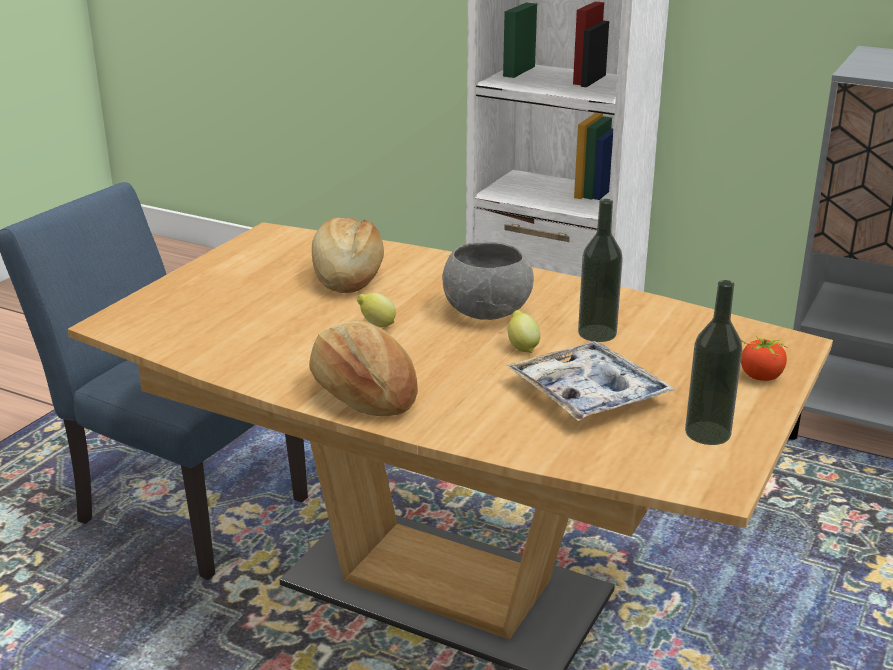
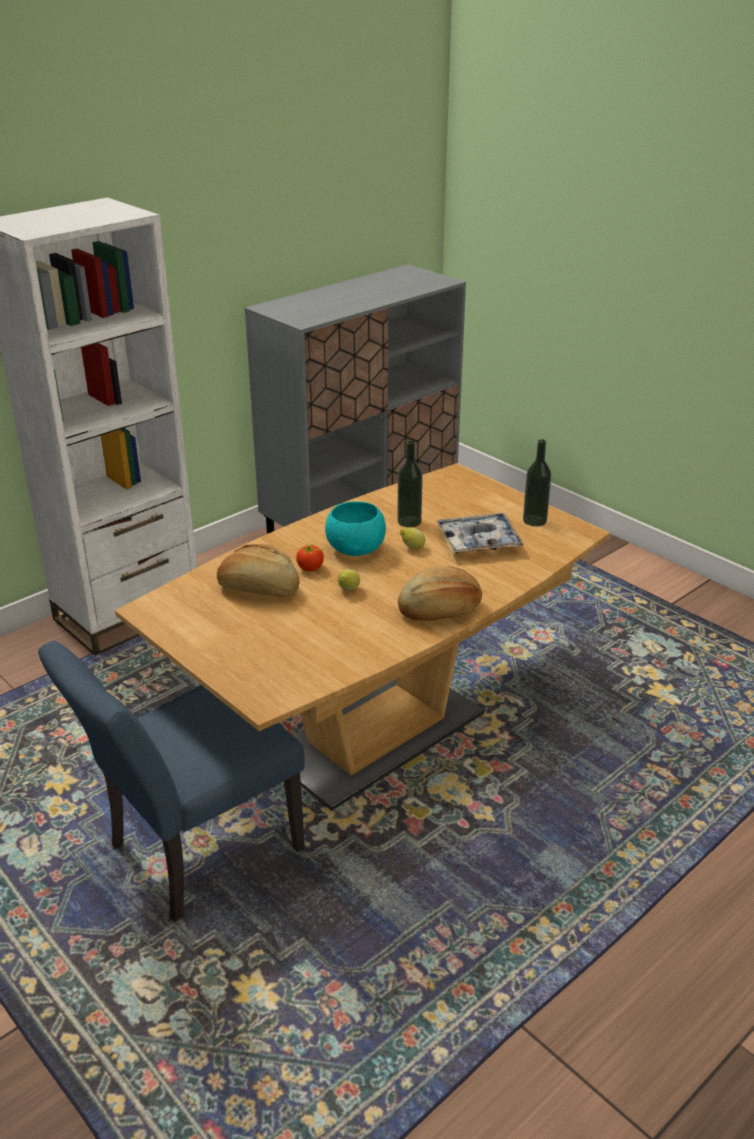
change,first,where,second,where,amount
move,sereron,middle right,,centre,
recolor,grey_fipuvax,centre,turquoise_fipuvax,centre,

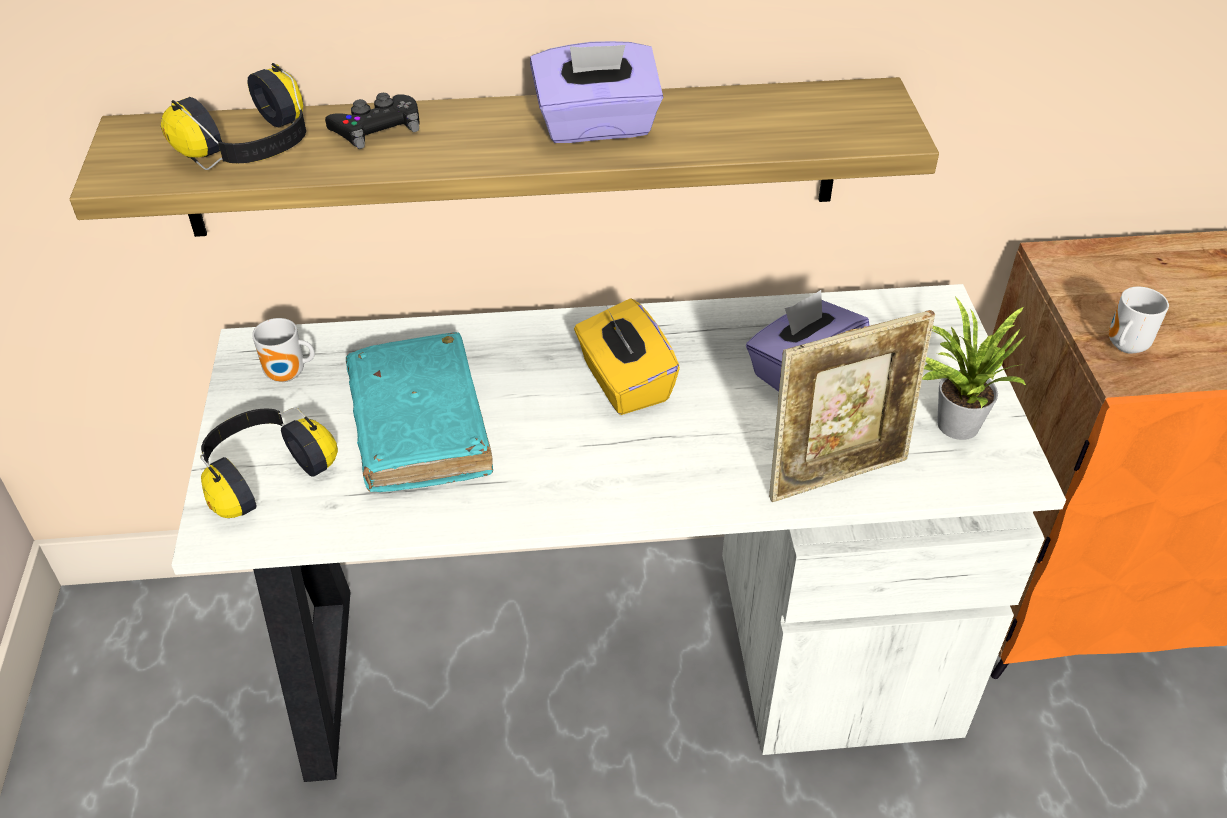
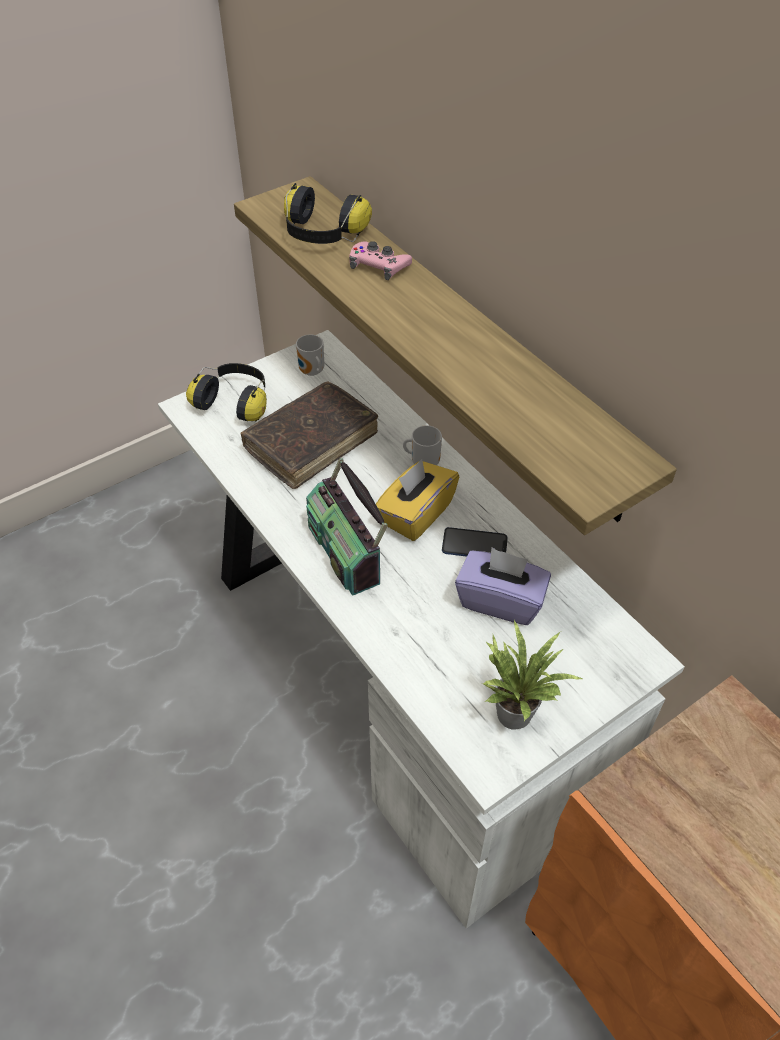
change,first,where,second,where,amount
recolor,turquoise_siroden,centre,brown_siroden,centre,
insert,,,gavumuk,centre,
recolor,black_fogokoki,top left,pink_fogokoki,top centre,
move,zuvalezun (2nd from left),middle right,,centre,
insert,,,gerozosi,centre,
delete,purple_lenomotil (1st from left),top centre,,,
delete,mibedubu,middle right,,,

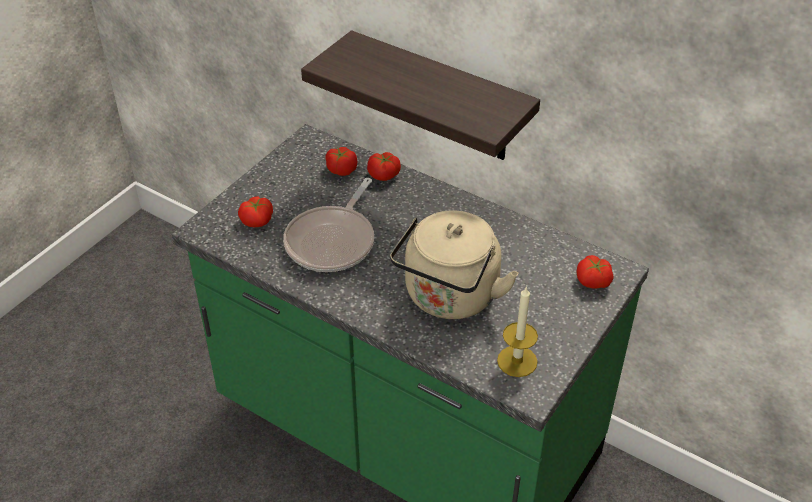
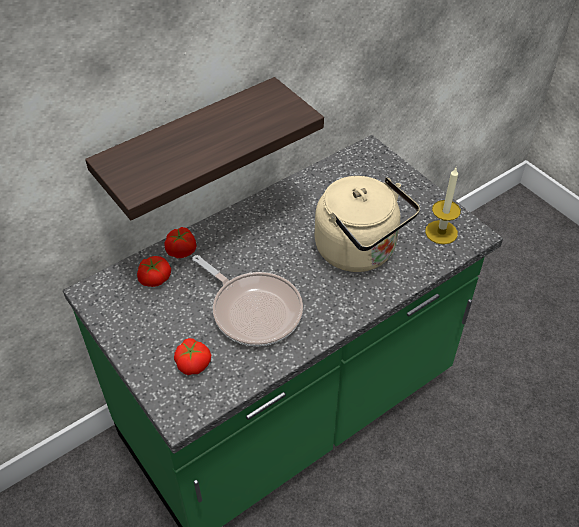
change,first,where,second,where,amount
delete,sereron (4th from left),middle right,,,

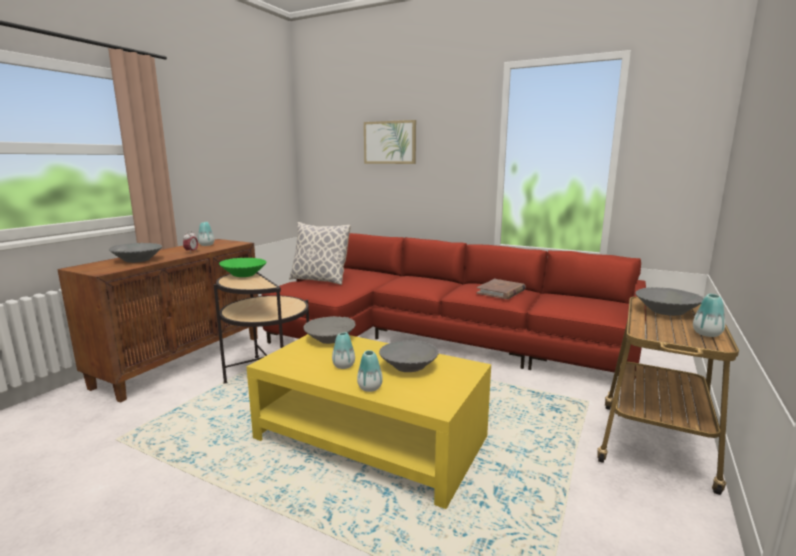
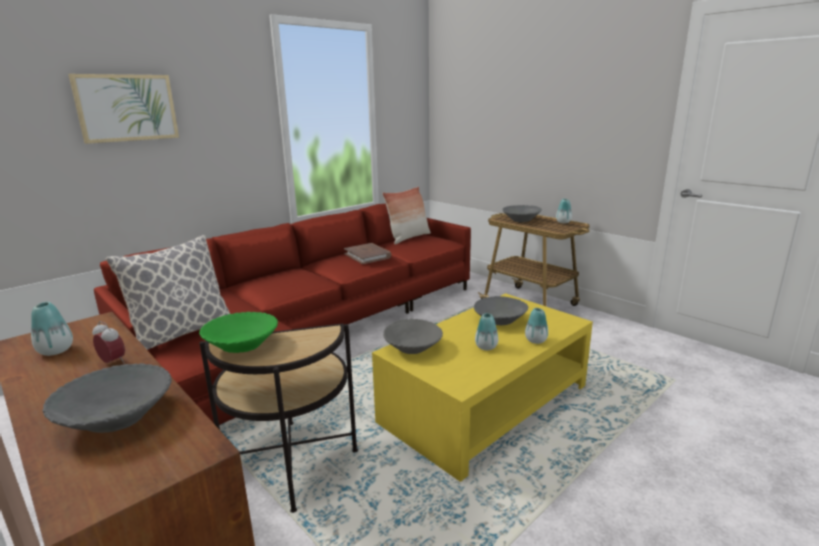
change,first,where,second,where,amount
insert,,,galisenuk (2nd from left),centre,

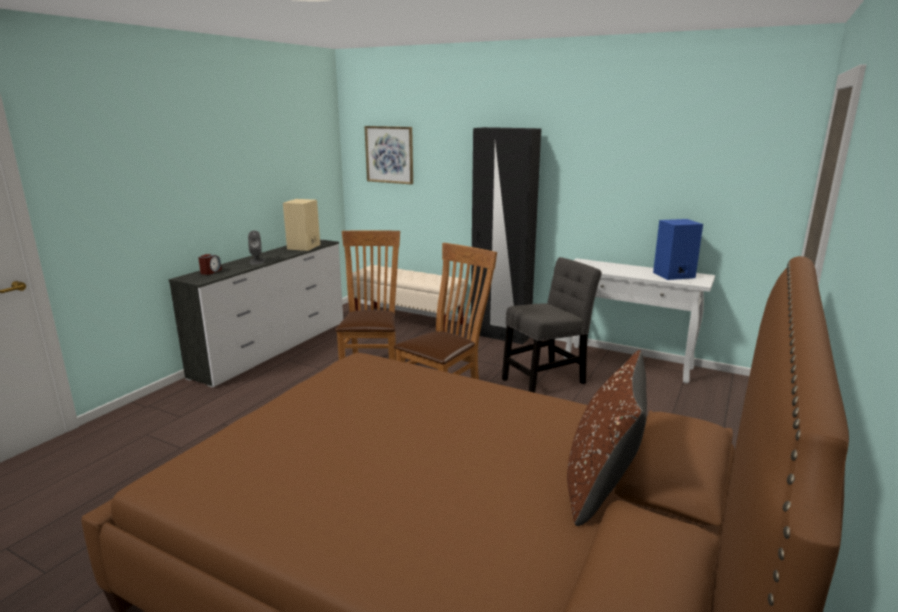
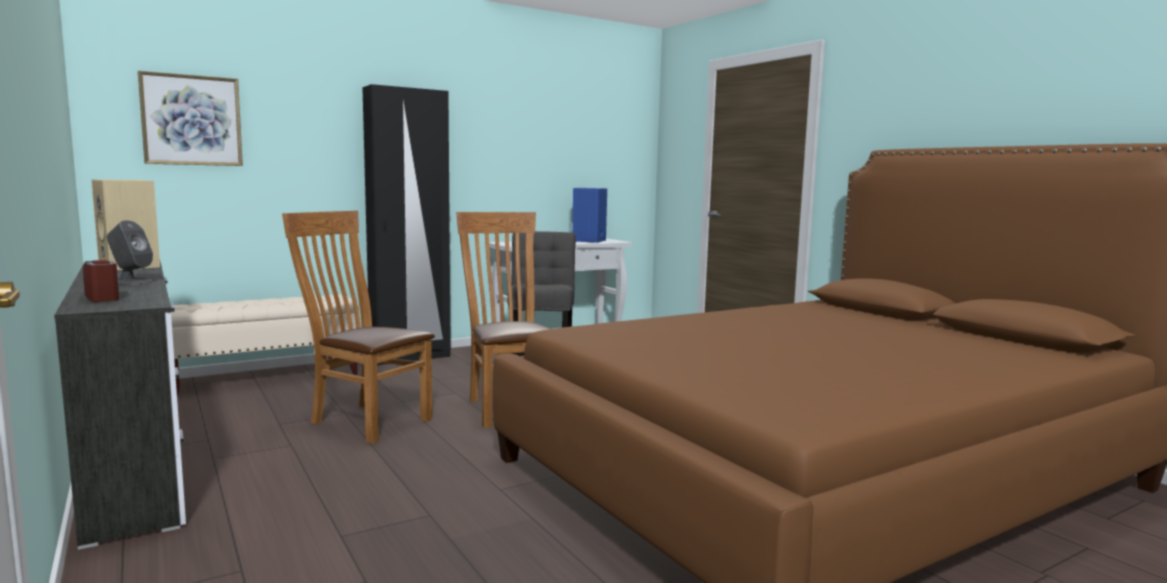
change,first,where,second,where,amount
delete,brown_galisenuk,bottom right,,,

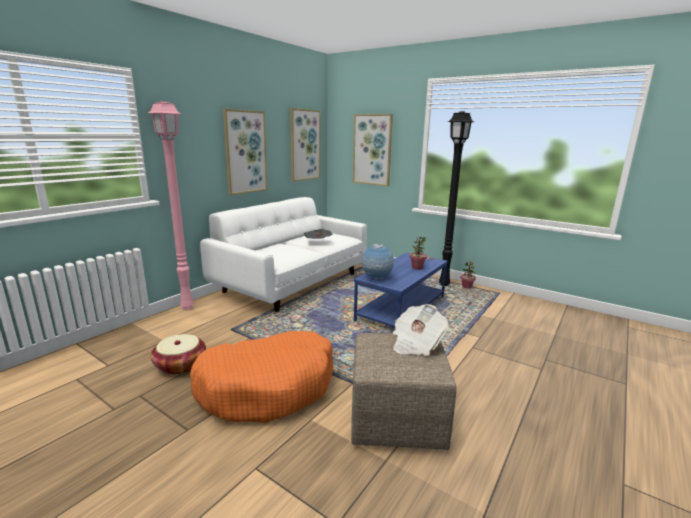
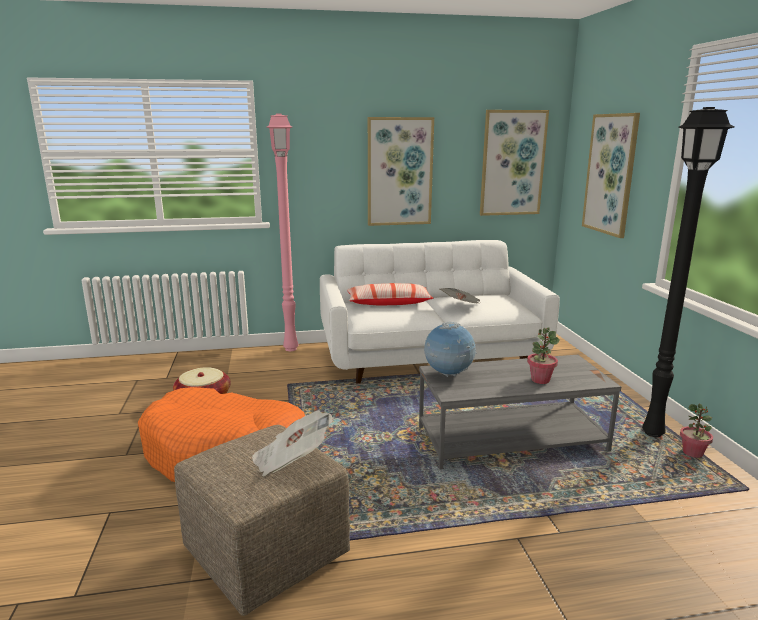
change,first,where,second,where,amount
insert,,,galisenuk,centre,
recolor,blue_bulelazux,centre,grey_bulelazux,middle right,

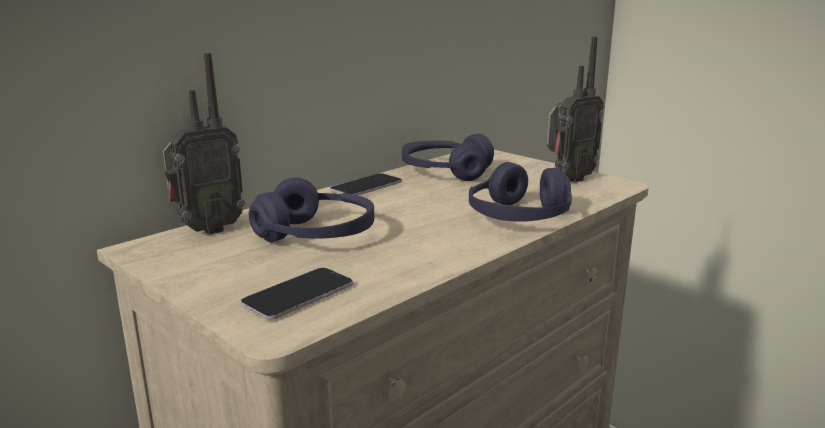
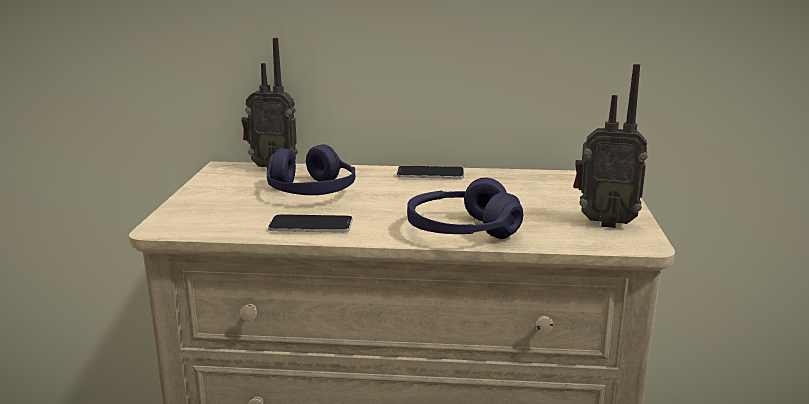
change,first,where,second,where,amount
move,gerozosi (1st from left),bottom centre,,centre,
delete,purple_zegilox (2nd from left),centre,,,

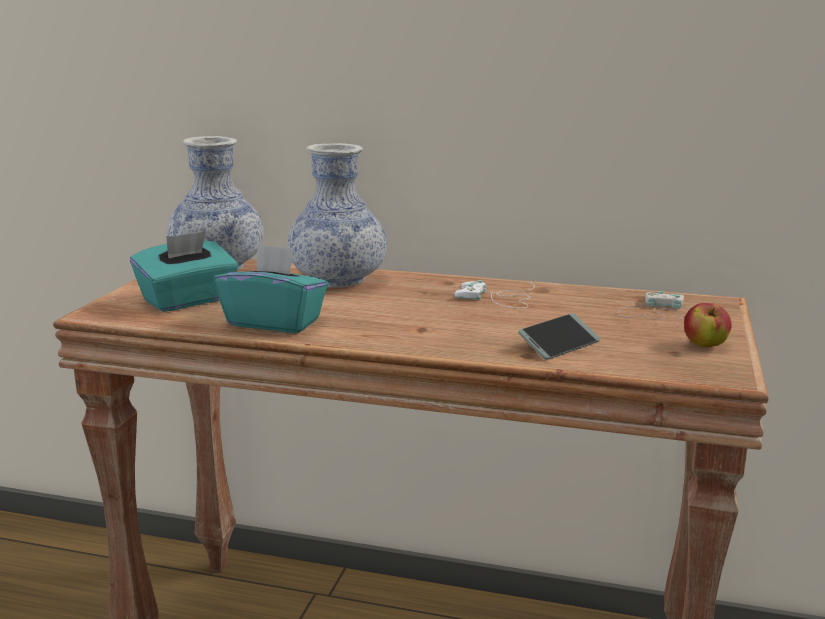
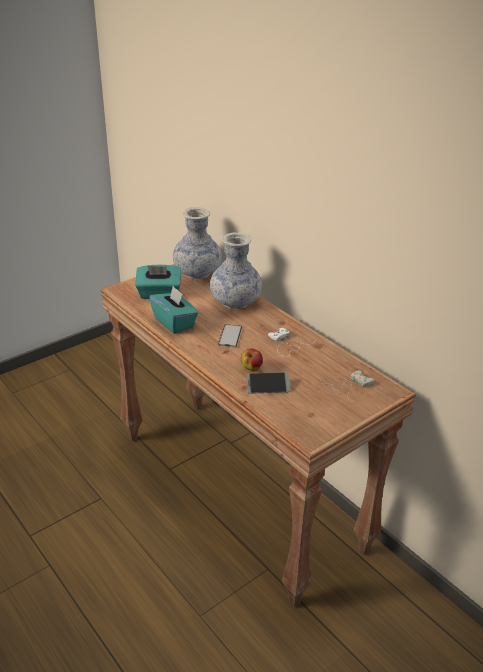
change,first,where,second,where,amount
insert,,,gerozosi (1st from left),centre,
move,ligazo,middle right,,centre,

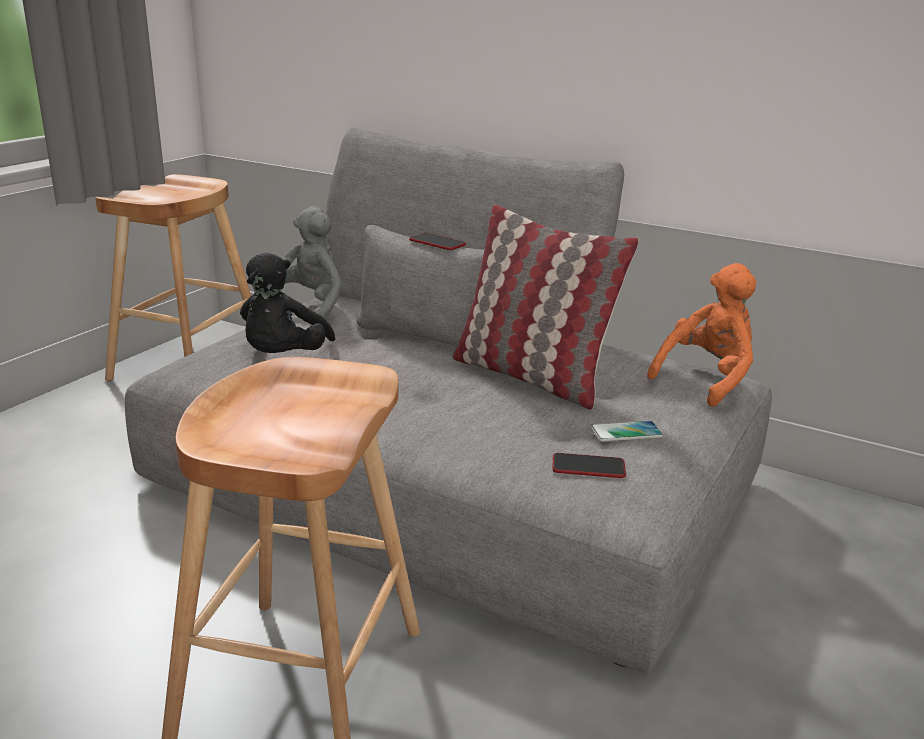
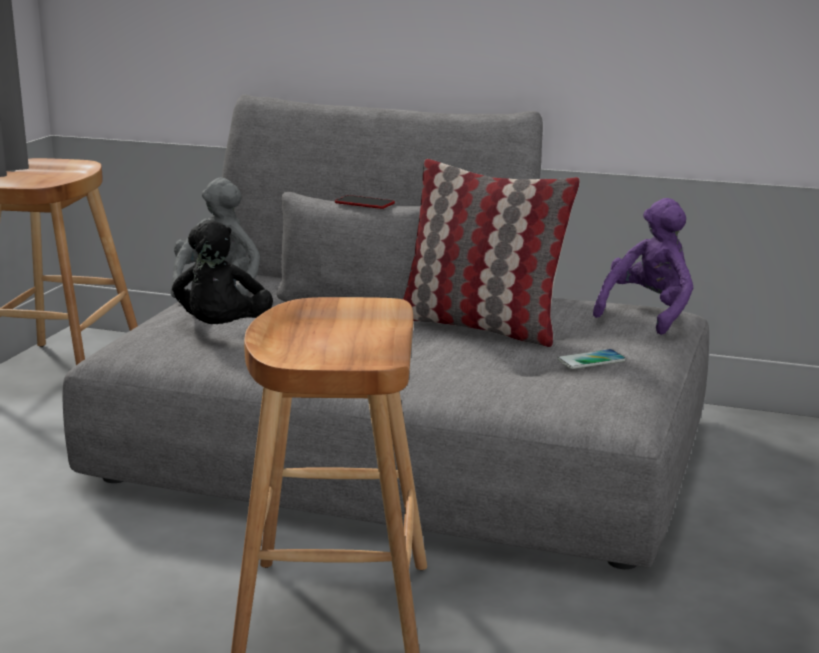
change,first,where,second,where,amount
recolor,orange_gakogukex,middle right,purple_gakogukex,middle right,
delete,gerozosi (2nd from left),centre,,,

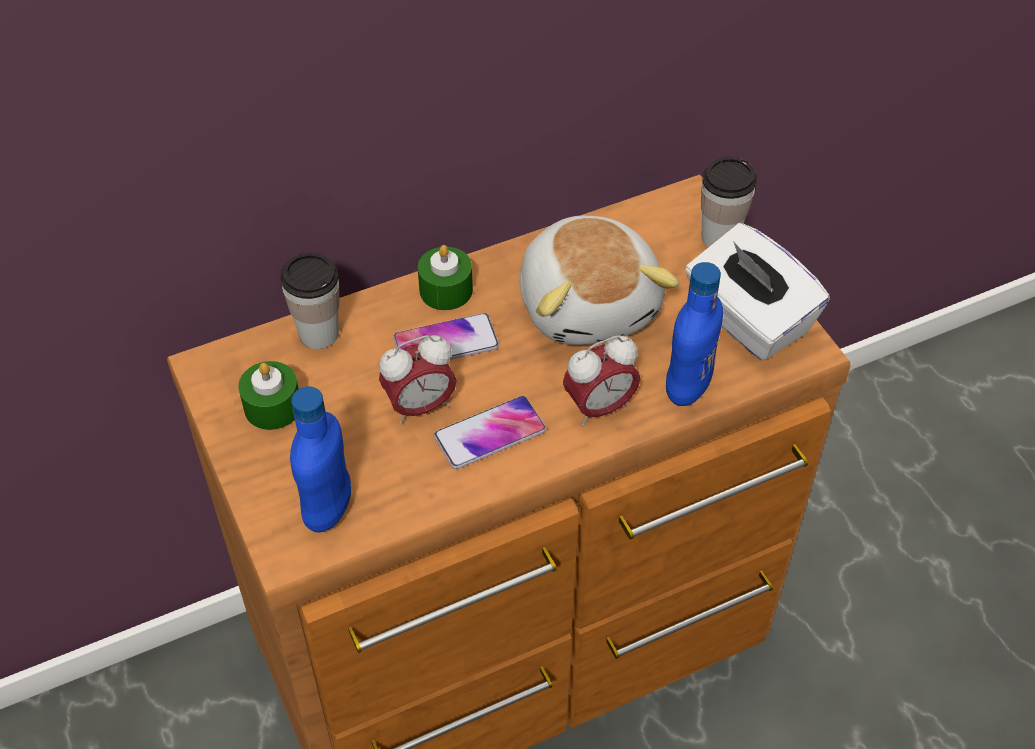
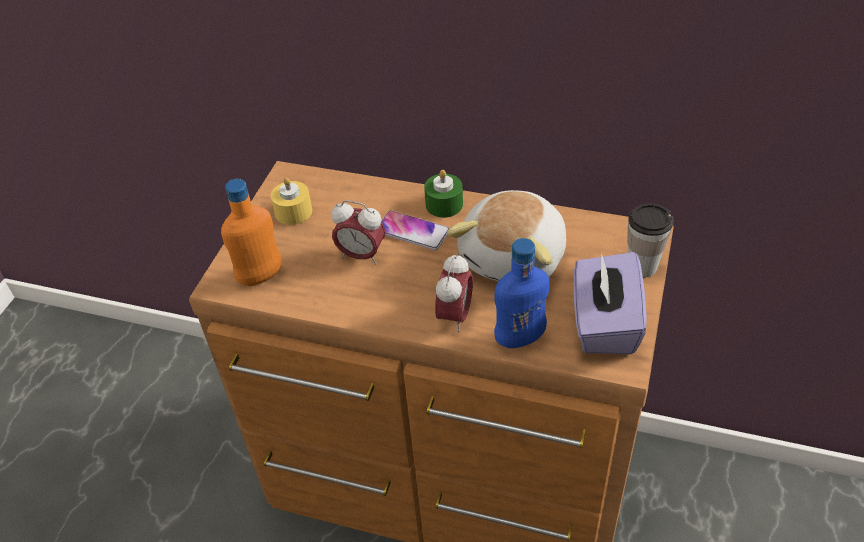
change,first,where,second,where,amount
recolor,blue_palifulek (1st from left),middle left,orange_palifulek,middle left,
recolor,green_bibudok (1st from left),middle left,yellow_bibudok,centre,
rotate,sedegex (2nd from left),centre,,centre,90 degrees counterclockwise
recolor,white_lenomotil,middle right,purple_lenomotil,middle right,
delete,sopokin (1st from left),middle left,,,
delete,gerozosi (2nd from left),centre,,,

